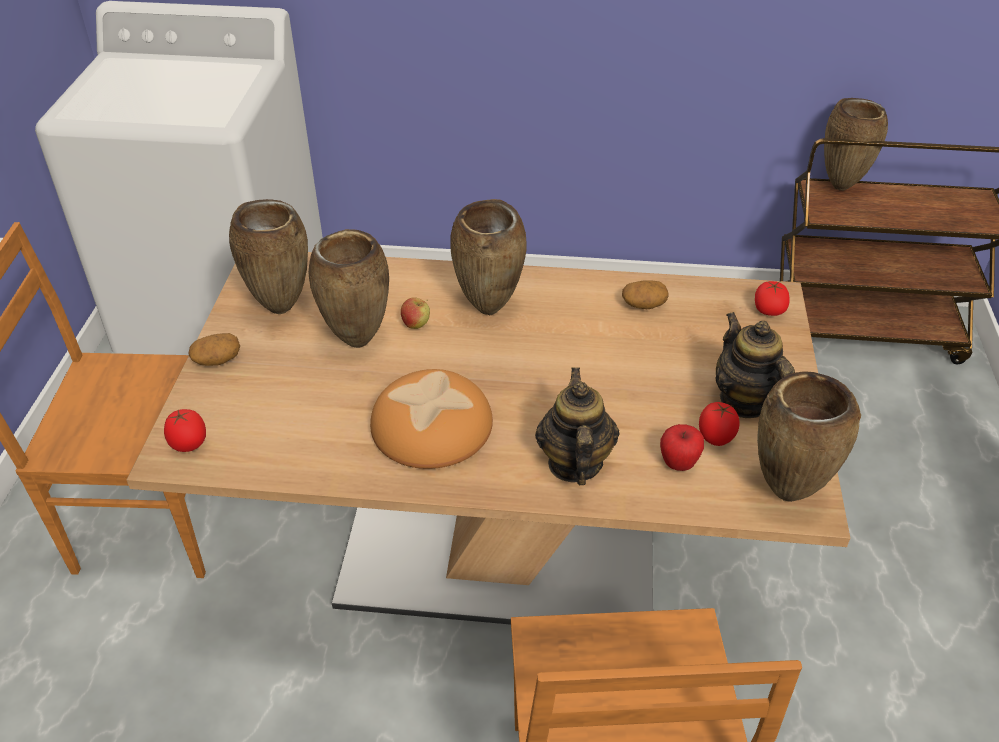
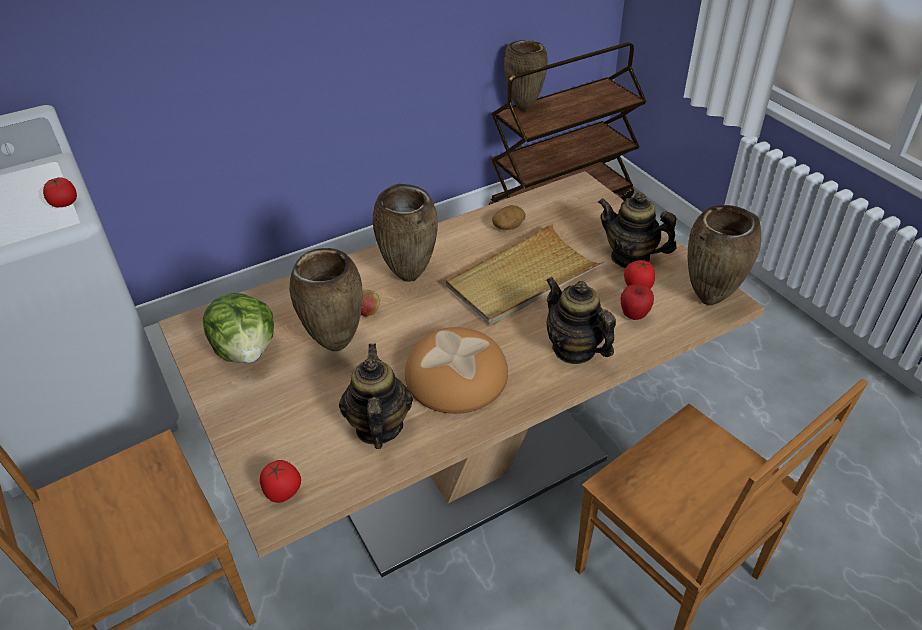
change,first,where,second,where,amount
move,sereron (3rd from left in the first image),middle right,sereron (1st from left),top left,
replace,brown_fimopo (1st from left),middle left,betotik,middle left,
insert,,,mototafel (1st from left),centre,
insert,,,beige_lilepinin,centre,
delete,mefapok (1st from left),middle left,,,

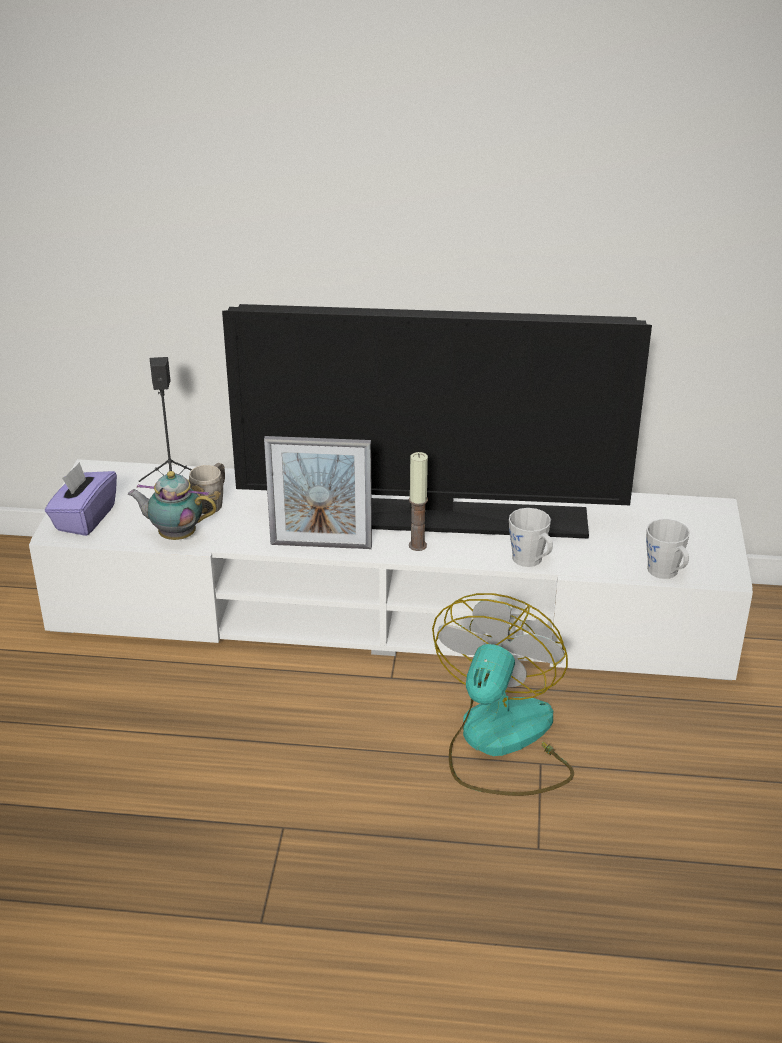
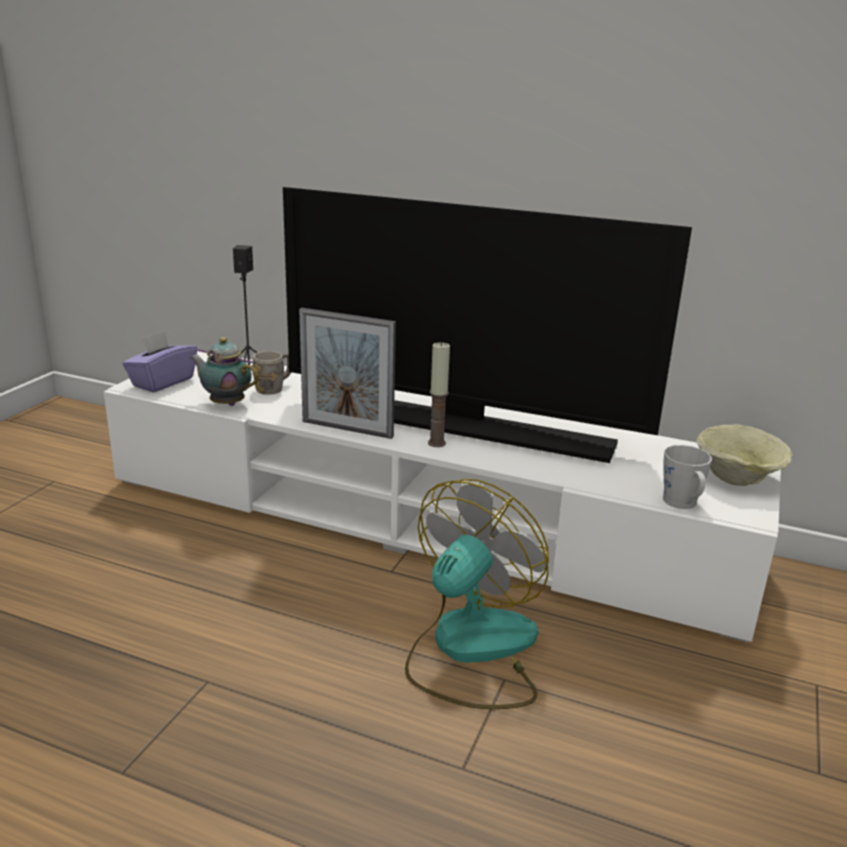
change,first,where,second,where,amount
insert,,,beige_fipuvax,middle right,
delete,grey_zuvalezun (2nd from left),middle right,,,

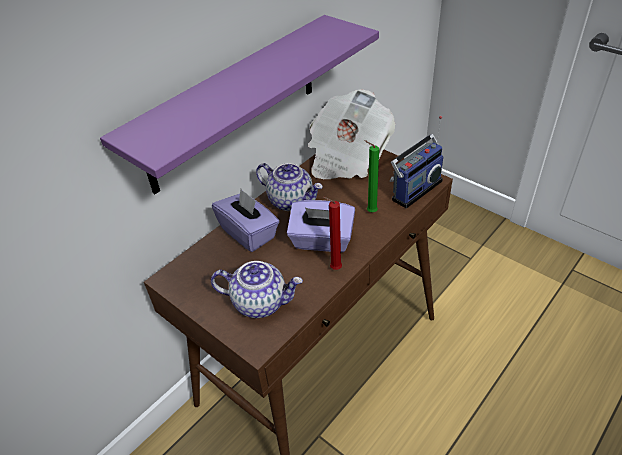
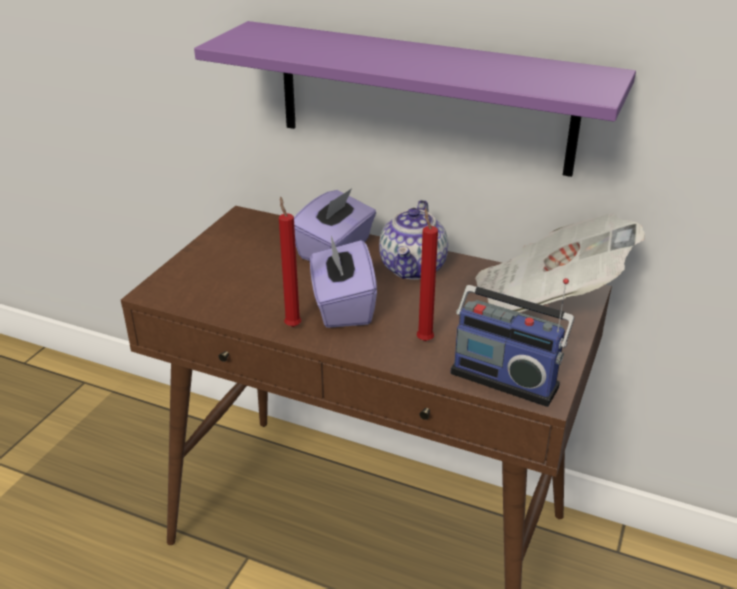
change,first,where,second,where,amount
recolor,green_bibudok,centre,red_bibudok (2nd from left),centre,
delete,mototafel (1st from left),centre,,,

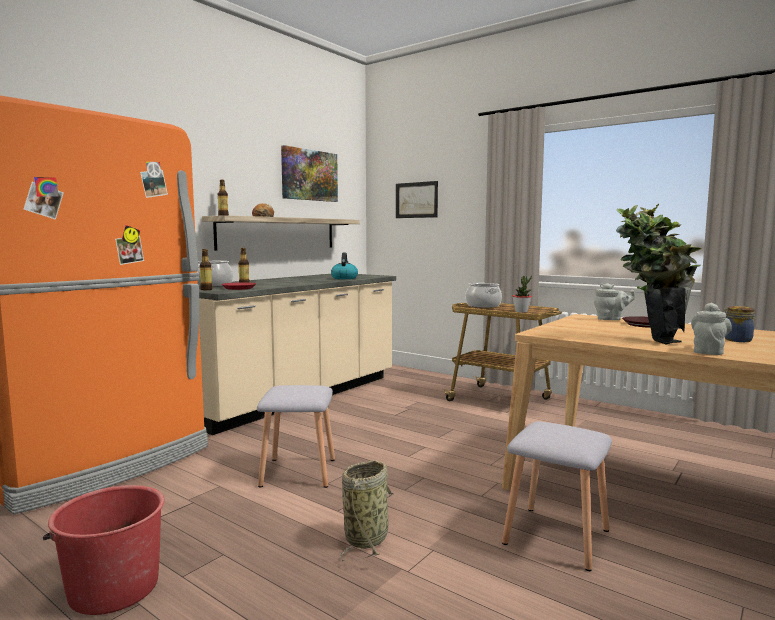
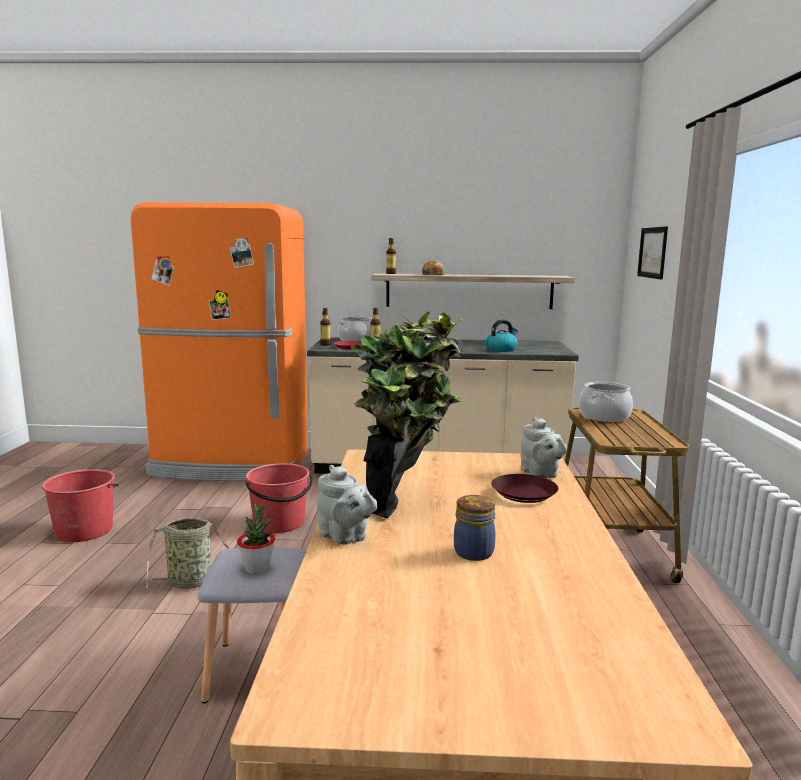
change,first,where,second,where,amount
move,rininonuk (1st from left),middle right,,bottom left,
replace,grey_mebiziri (1st from left),bottom centre,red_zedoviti (2nd from left),centre,
rotate,grey_mototafel (2nd from left in the first image),middle right,grey_mototafel (1st from left),centre,45 degrees clockwise
delete,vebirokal (1st from left),top centre,,,

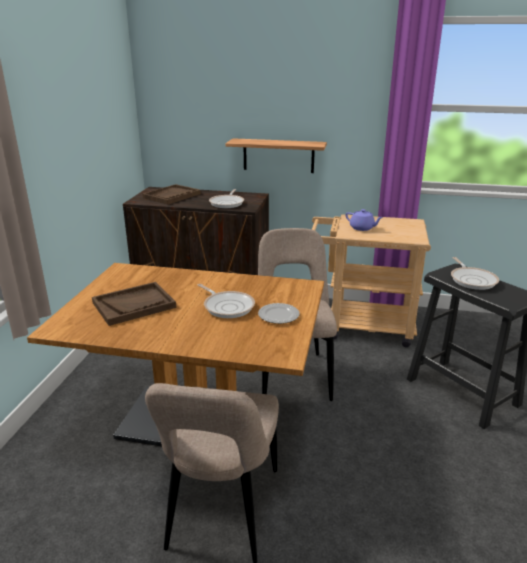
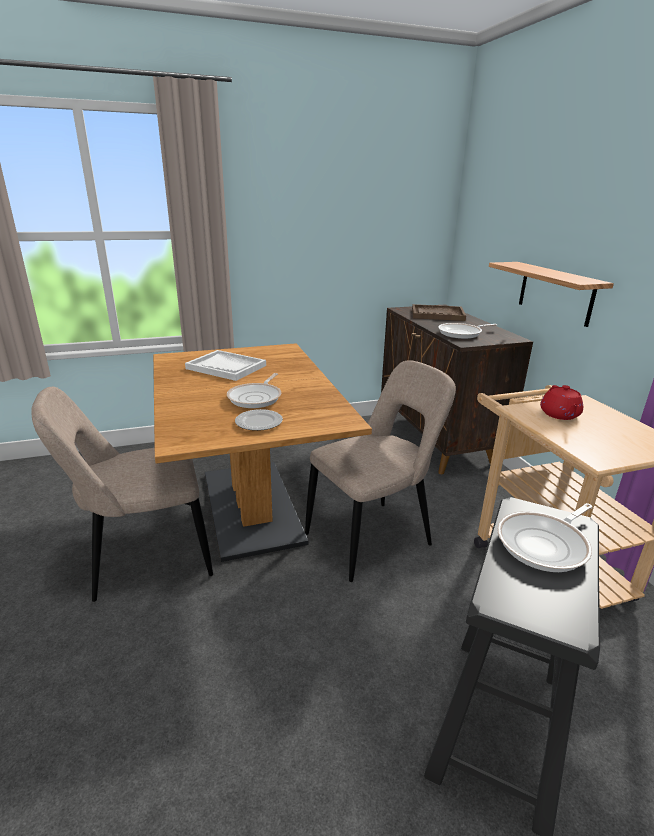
change,first,where,second,where,amount
recolor,brown_lilepinin (1st from left),middle left,white_lilepinin,centre,
recolor,purple_mototafel,middle right,red_mototafel,middle right,

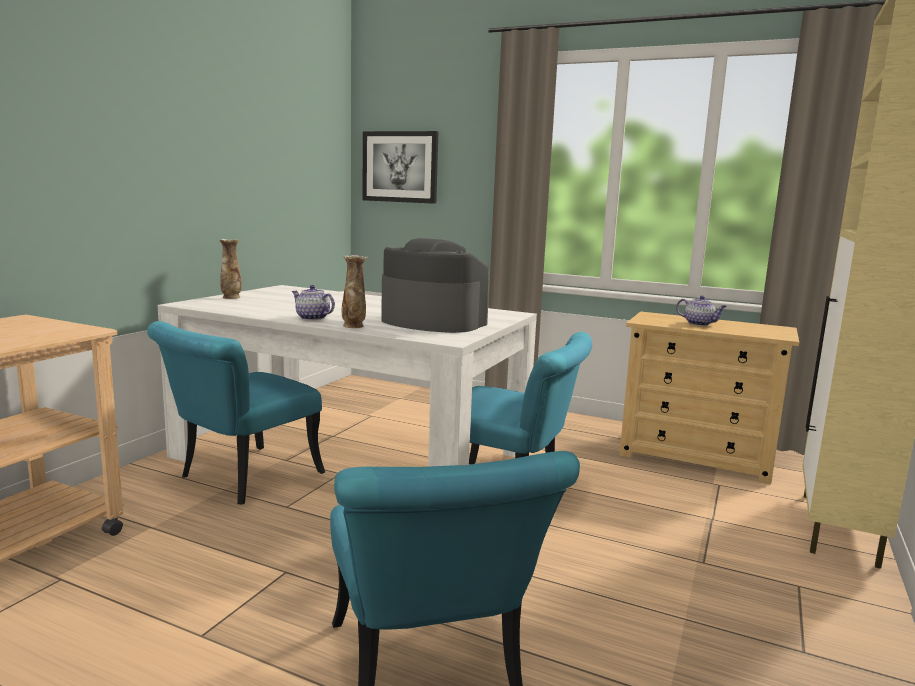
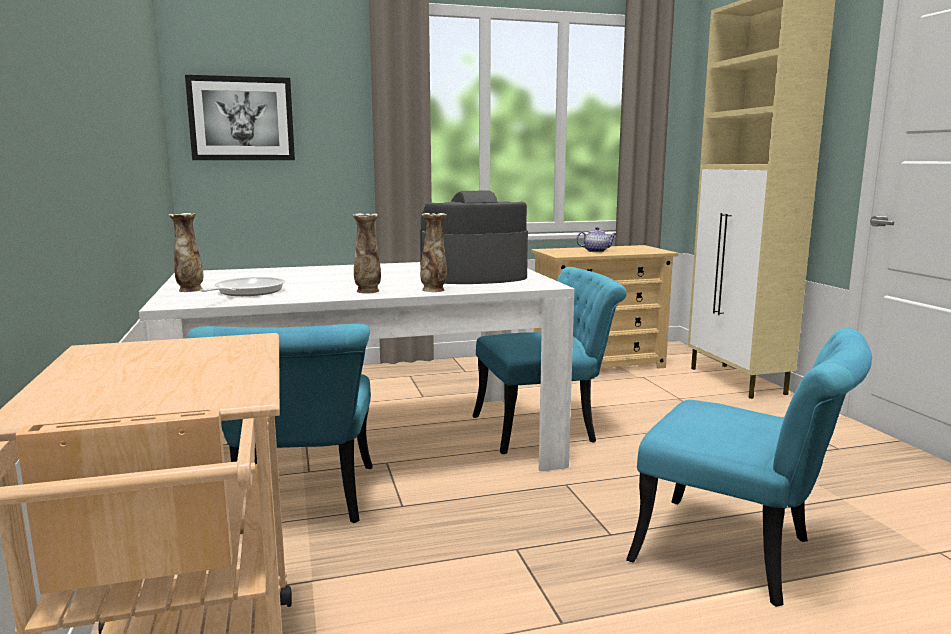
change,first,where,second,where,amount
insert,,,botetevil,middle left,
replace,mototafel (1st from left),centre,fimopo (2nd from left),centre,

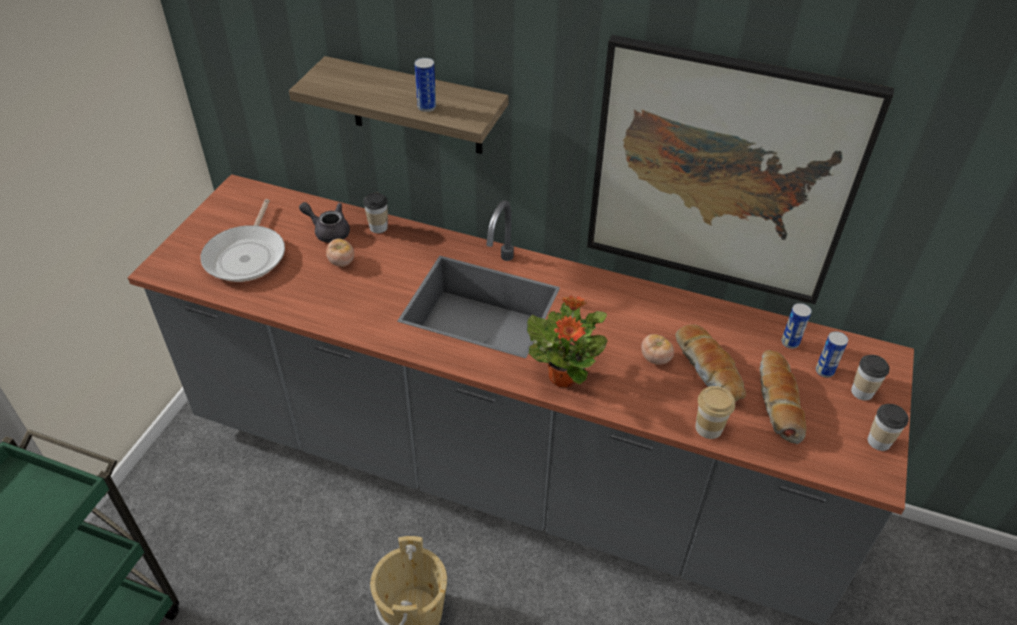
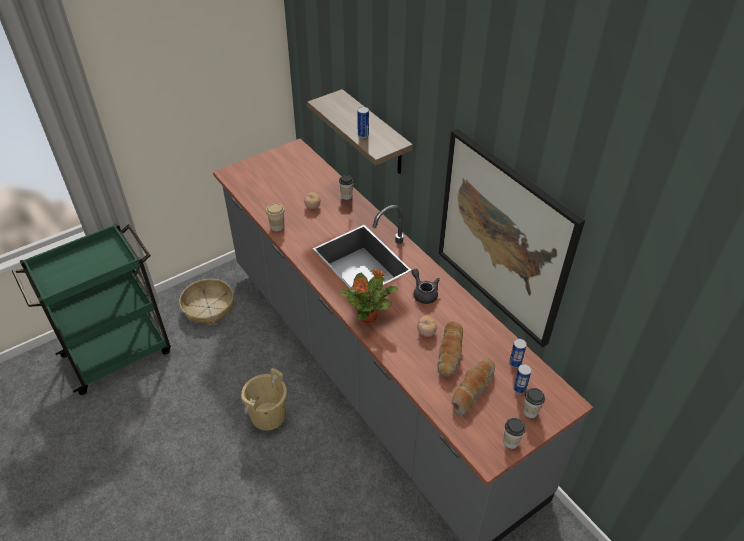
change,first,where,second,where,amount
insert,,,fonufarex,middle left,
move,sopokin (2nd from left in the first image),middle right,sopokin (1st from left),centre,
move,grey_mototafel,middle left,,centre,
delete,botetevil,middle left,,,

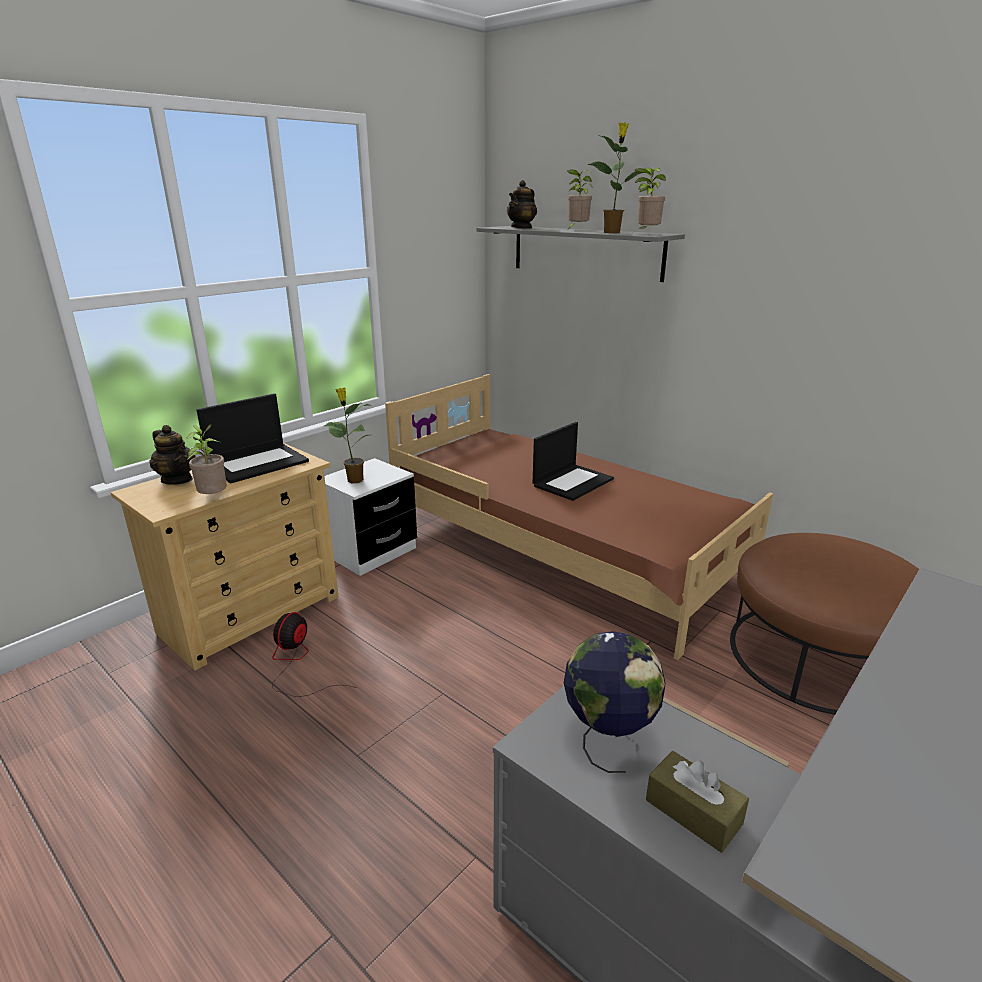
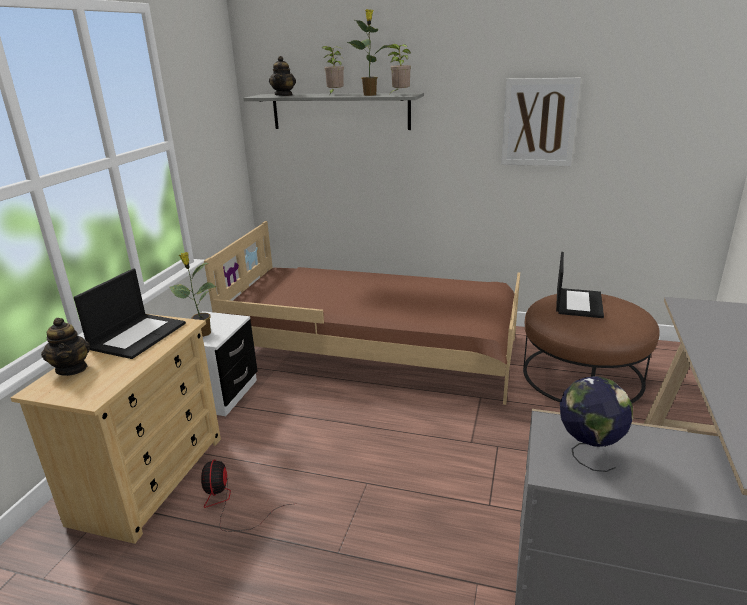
change,first,where,second,where,amount
rotate,mototafel (1st from left),middle left,,middle left,45 degrees clockwise
insert,,,vebirokal,top right,
move,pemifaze (2nd from left),centre,,middle right,
delete,rininonuk (1st from left),middle left,,,
delete,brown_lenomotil,bottom right,,,

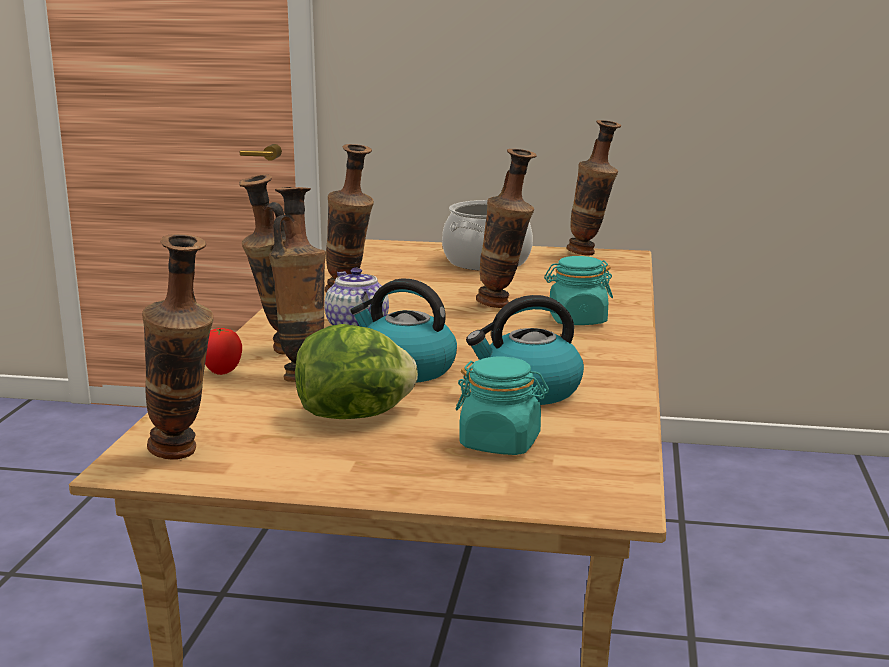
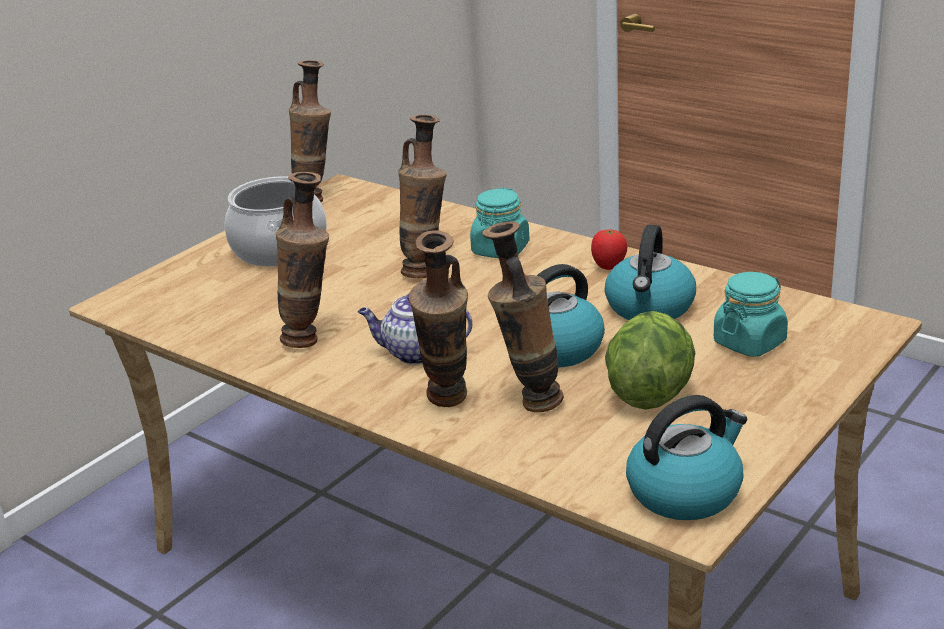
change,first,where,second,where,amount
move,sereron,middle left,,centre,
replace,fimopo (1st from left),middle left,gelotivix (3rd from left),bottom right,

